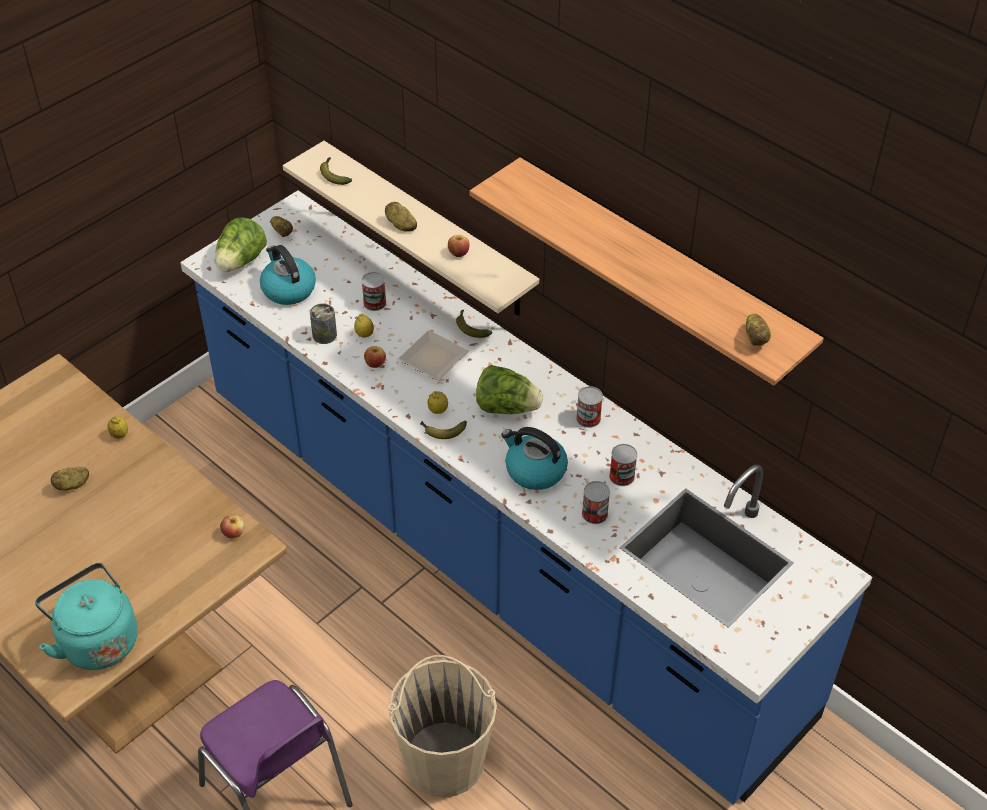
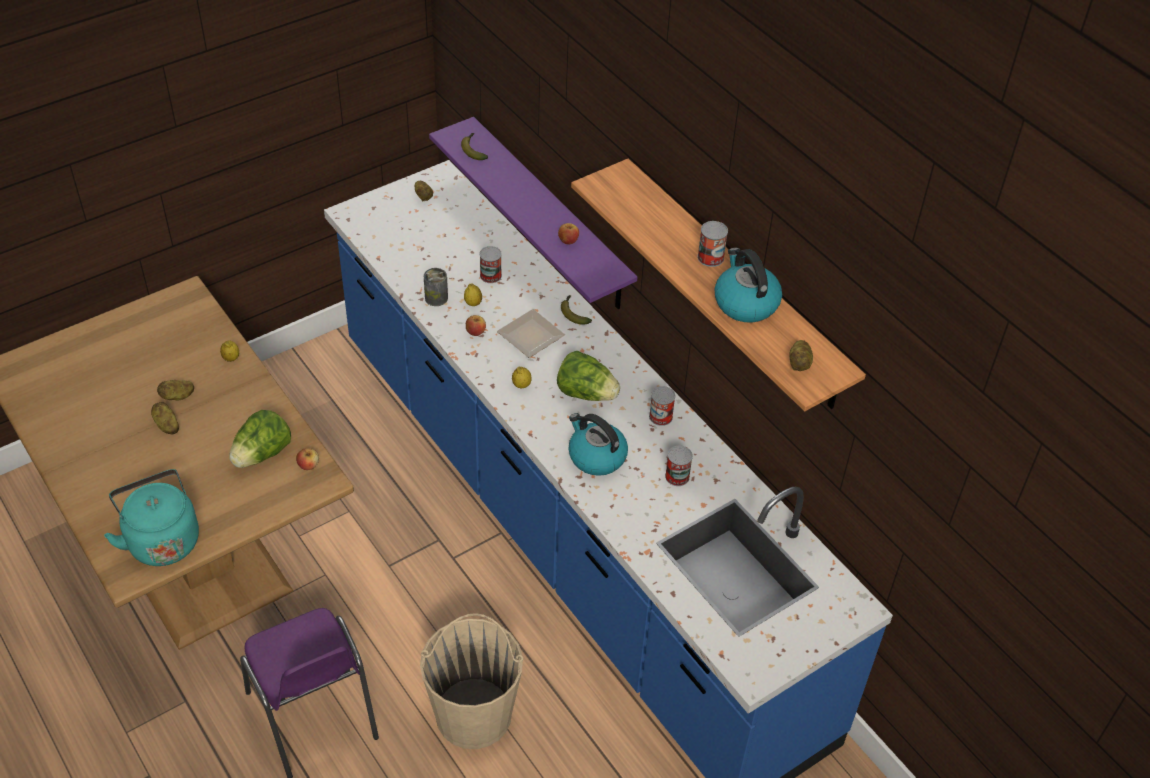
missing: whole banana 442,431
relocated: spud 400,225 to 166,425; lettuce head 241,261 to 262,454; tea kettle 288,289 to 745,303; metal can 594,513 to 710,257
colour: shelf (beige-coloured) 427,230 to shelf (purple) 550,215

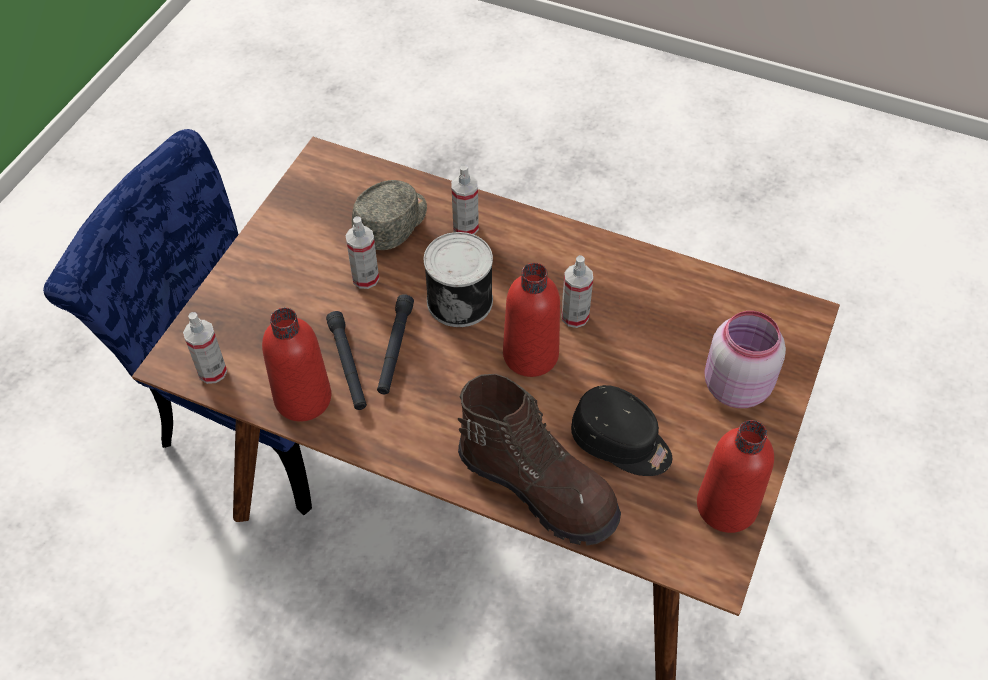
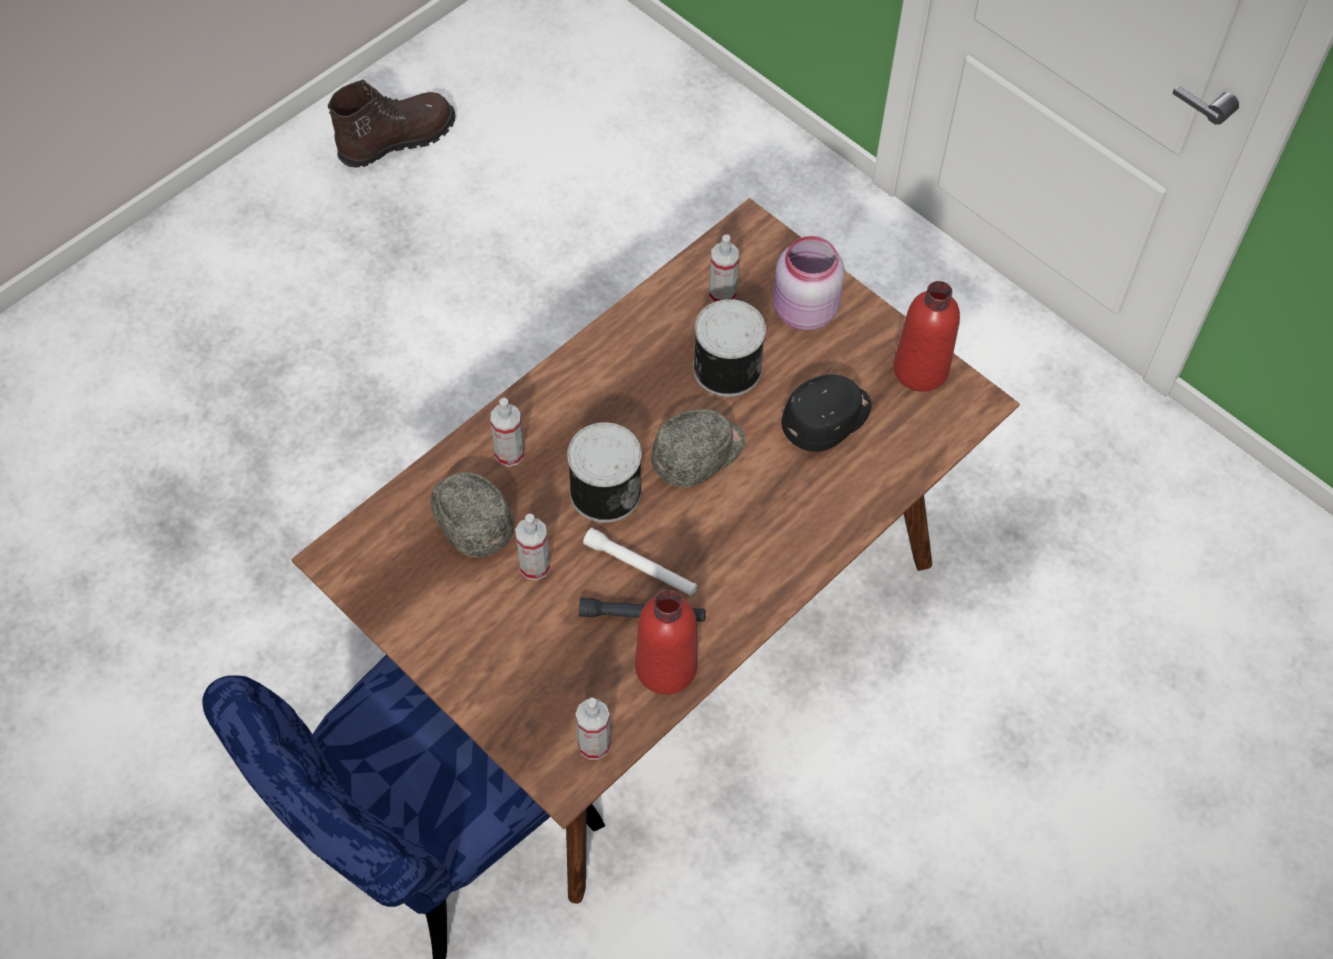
appeared: metal can 725,367
relocated: hand sprayer 575,316 to 722,294; boot (brownish) 539,487 to 396,139
exchanged: drink bottle (red-coloured) 530,355 to cap (gray) 699,454
colour: hand torch (black-coloured) 395,349 to hand torch (white-coloured) 640,567

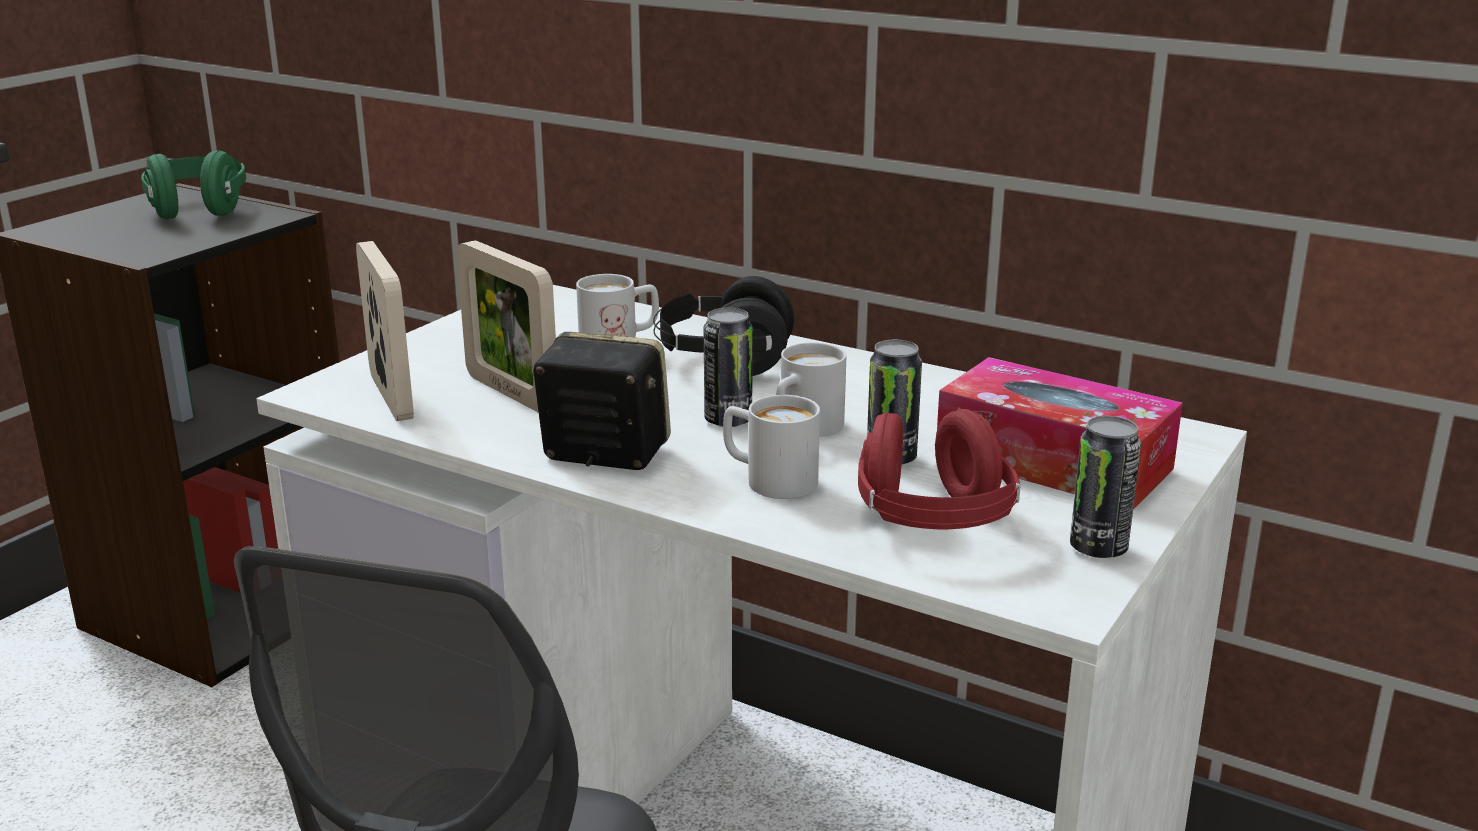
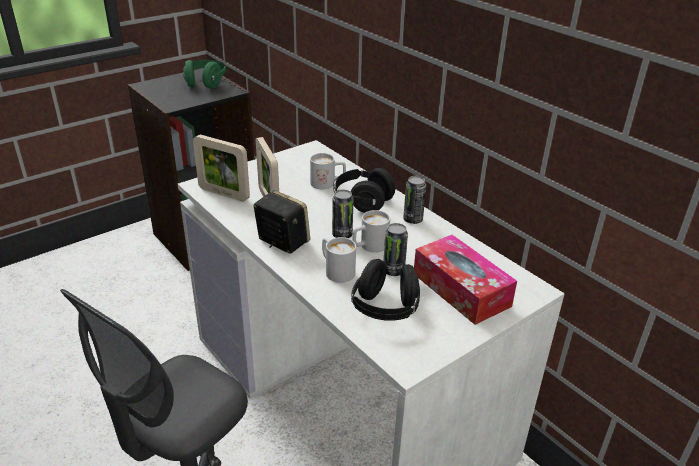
relocated: metal can 1098,548 to 413,220
colour: headset (red-coloured) 932,522 to headset (black-coloured) 385,309
spun: photo frame 391,397 = 224,194 120 degrees clockwise

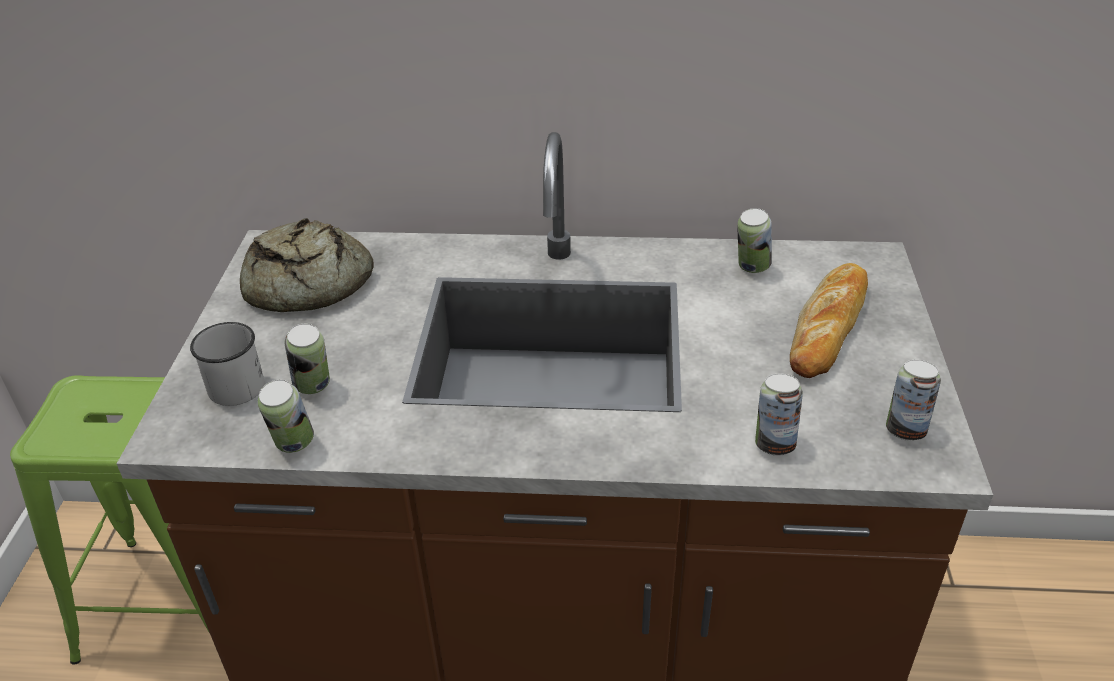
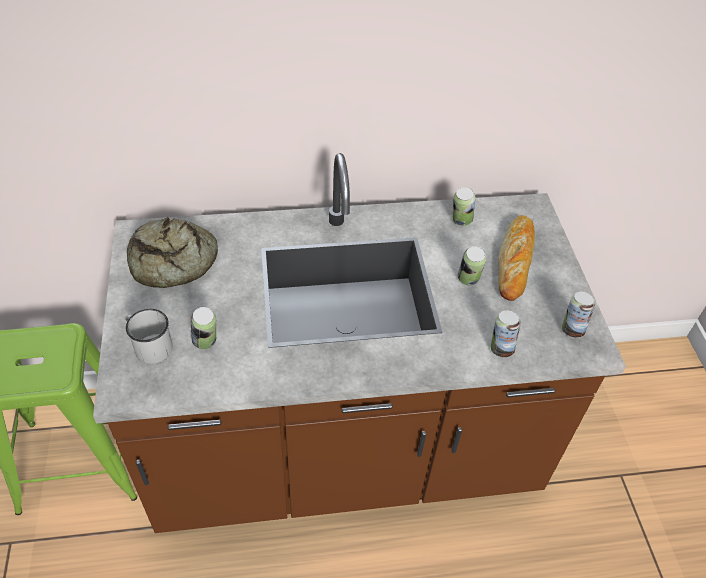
relocated: metal can 293,444 to 468,280

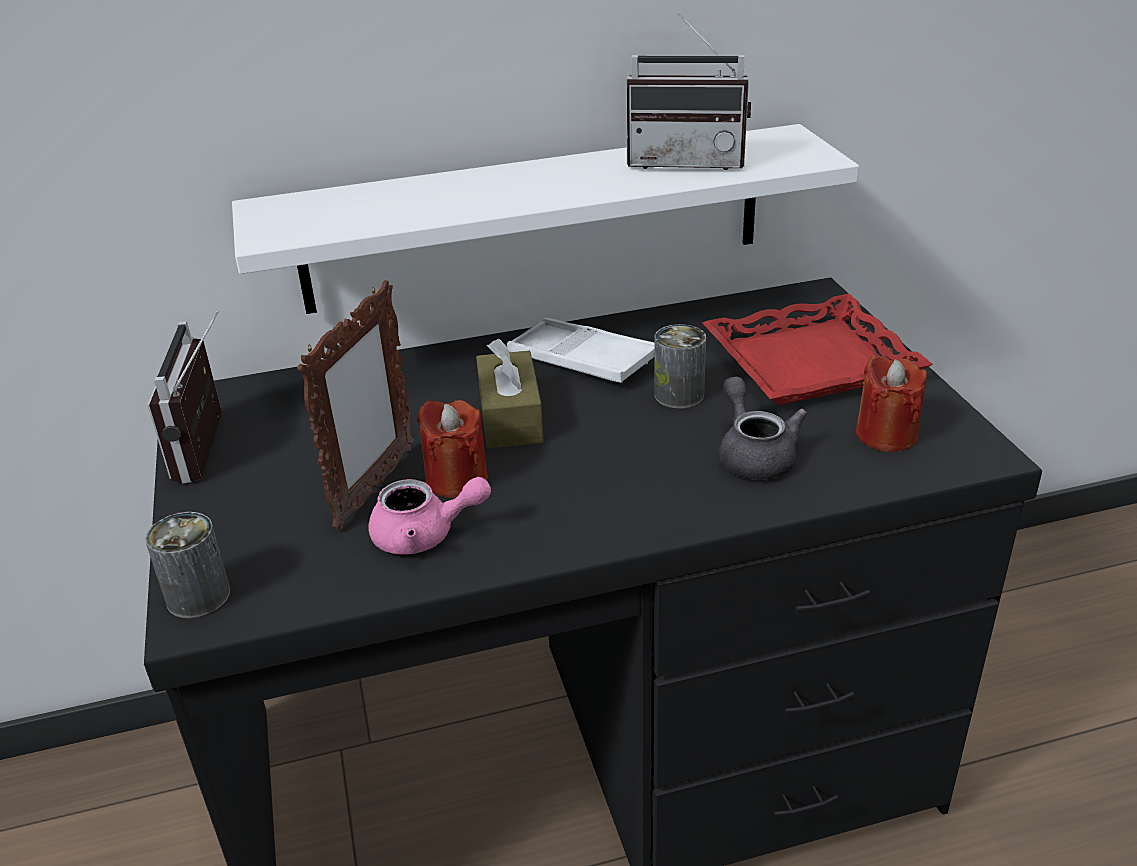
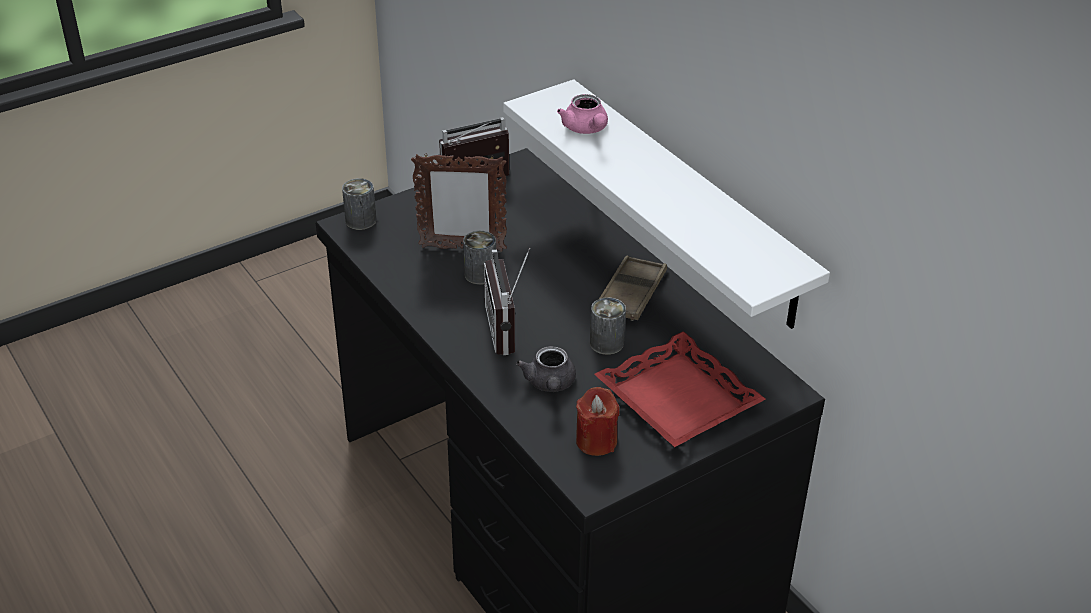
missing: tissue holder (brownish) 510,417
relocated: radio receiver 687,161 to 510,330; pot for tea (pinkish) 425,535 to 586,129
exchanged: candle (red-coloured) 456,479 to metal can 480,274
colour: serving tray (white-coloured) 581,360 to serving tray (brownish) 631,294
spun: pot for tea (gray) 754,454 = 550,384 120 degrees clockwise

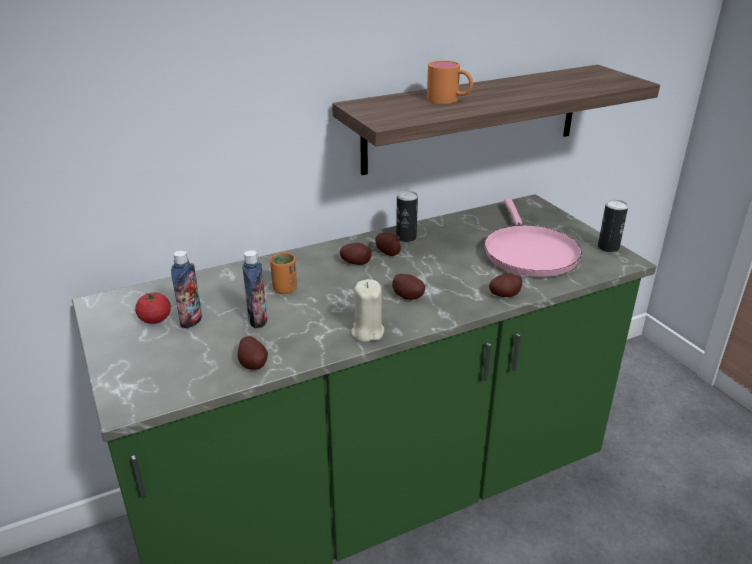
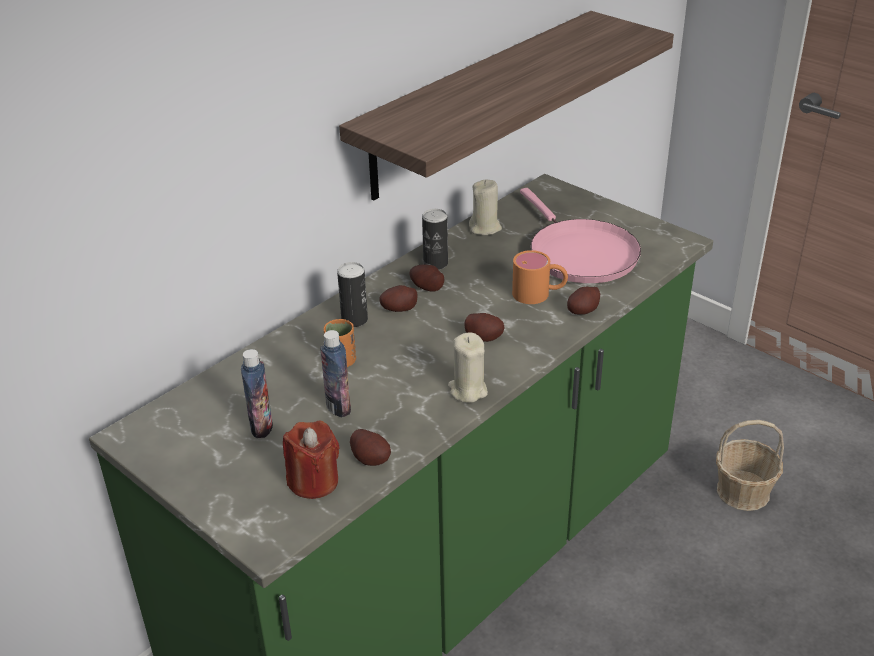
missing: whole tomato 155,319
appeared: candle (beige-coloured) 485,228; candle (red-coloured) 313,481; basket 743,492
relocated: mug (orange-coloured) 449,100 to 539,294; metal can 608,247 to 354,320

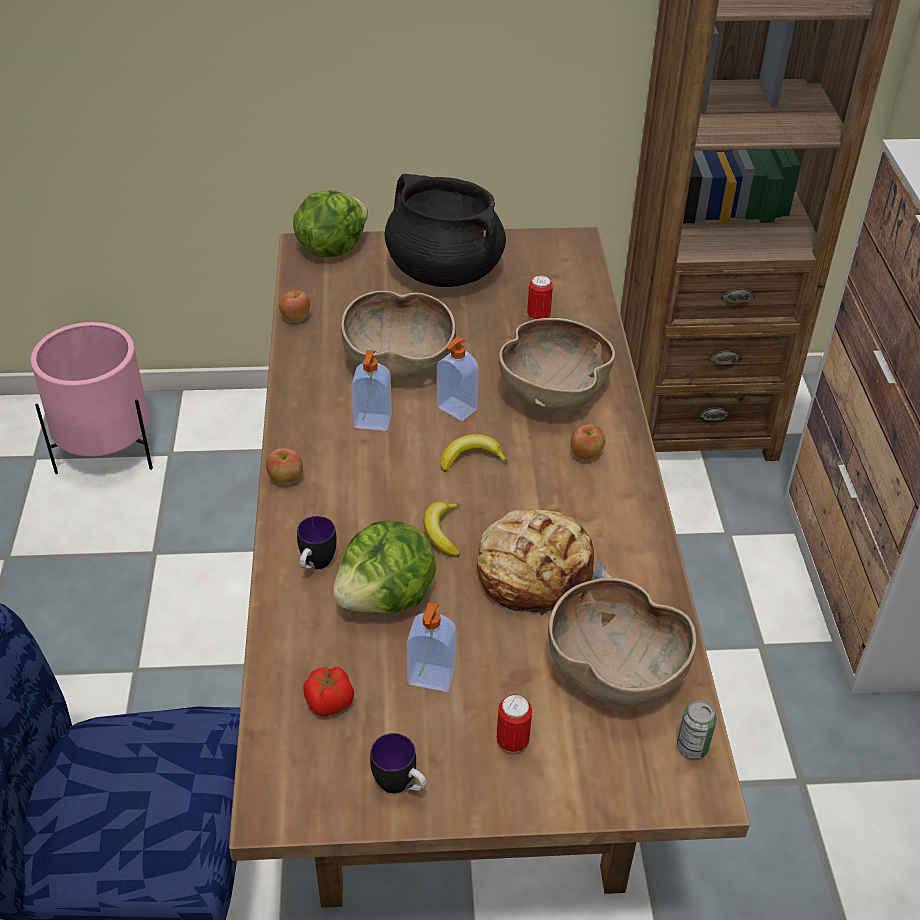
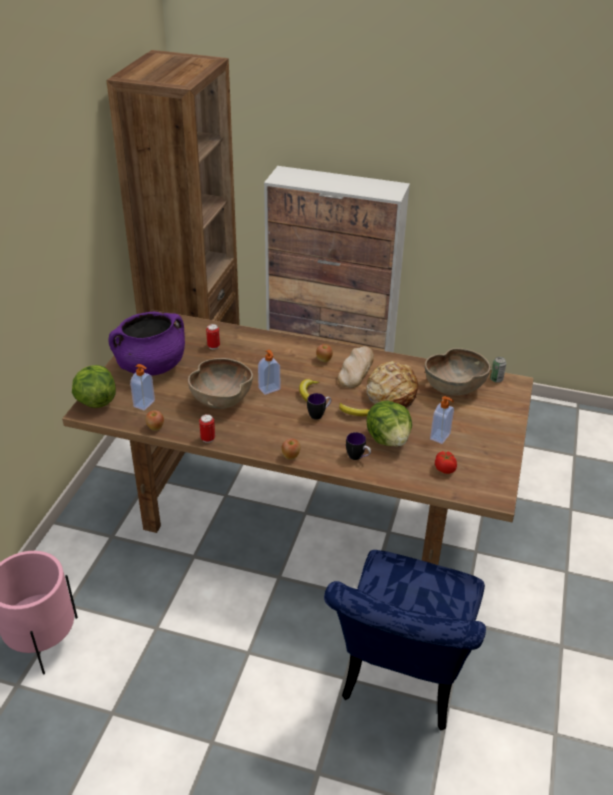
missing: deep dish (brownish) 552,393
appeared: bakery bread 356,369
relocated: liquid soap bottle 372,423 to 145,404; metal can 512,742 to 208,439; mug 400,786 to 319,414
colour: saucepot (black-coloured) 443,271 to saucepot (purple) 151,366

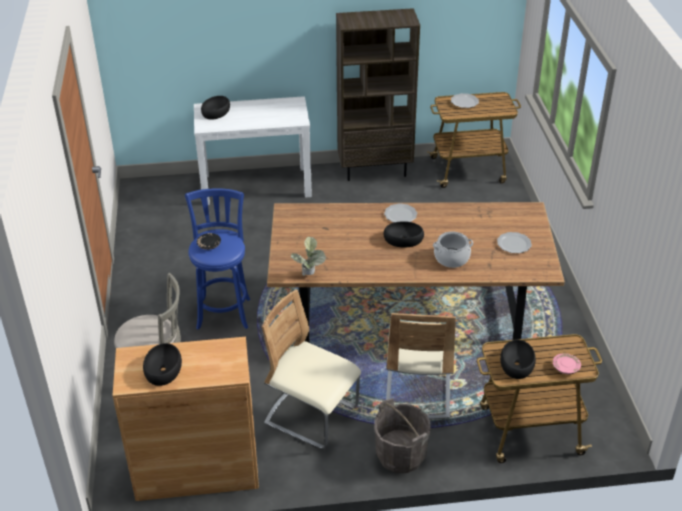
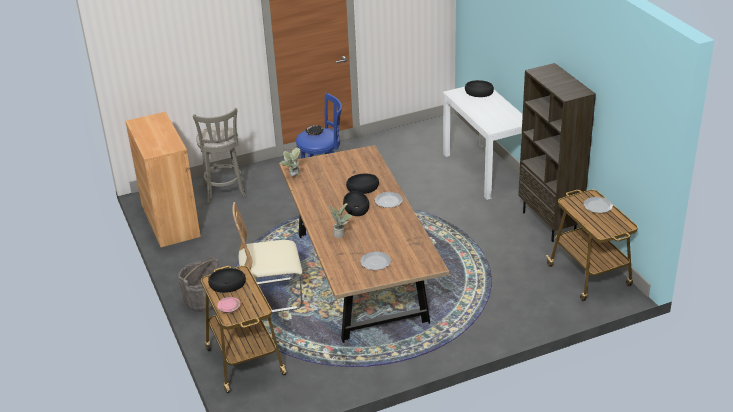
missing: upright chair (beige-coloured) 311,416
relocated: deep dish (black-coloured) 162,369 to 363,187
exchanged: saucepot 451,258 to plant in a pot 341,234

